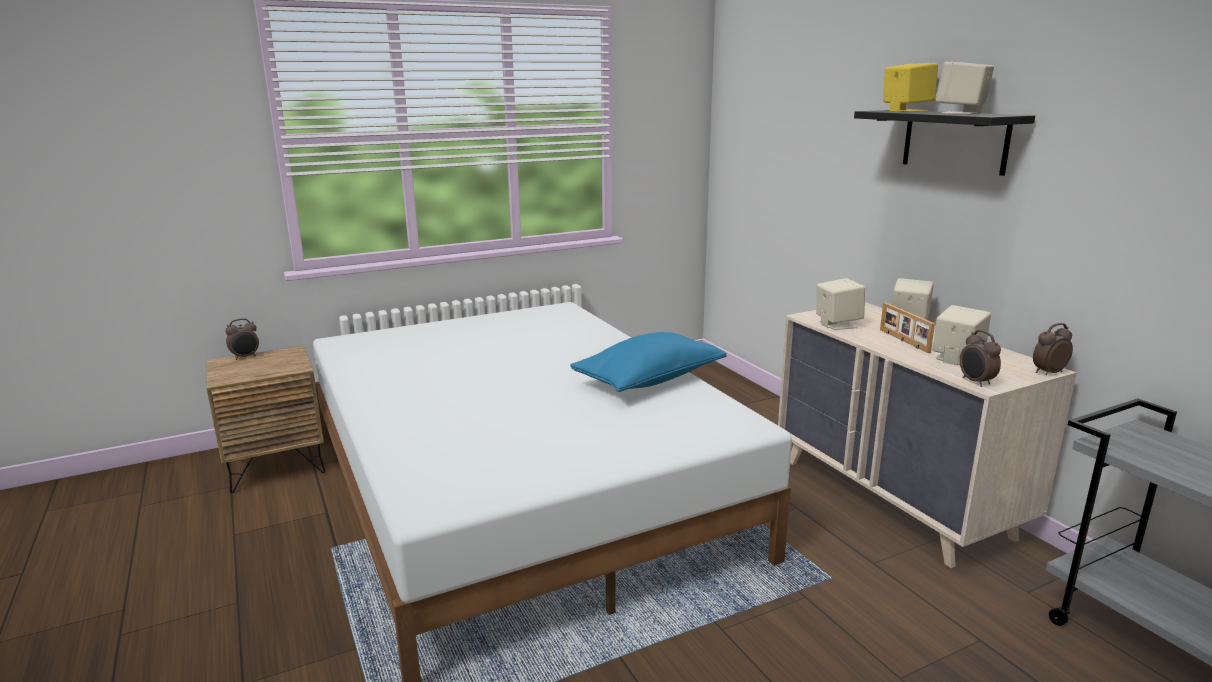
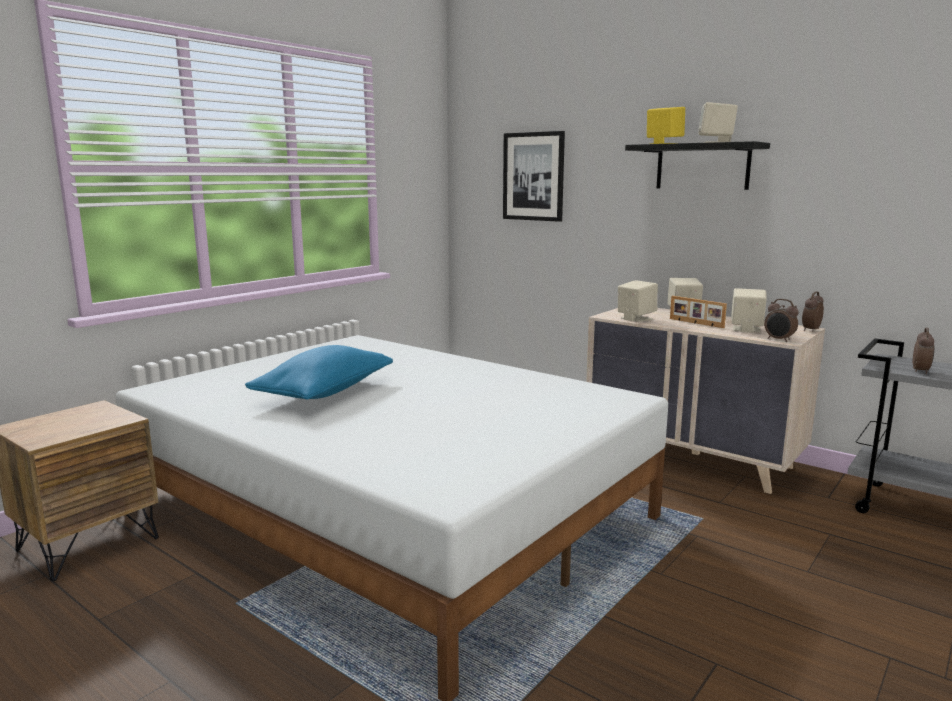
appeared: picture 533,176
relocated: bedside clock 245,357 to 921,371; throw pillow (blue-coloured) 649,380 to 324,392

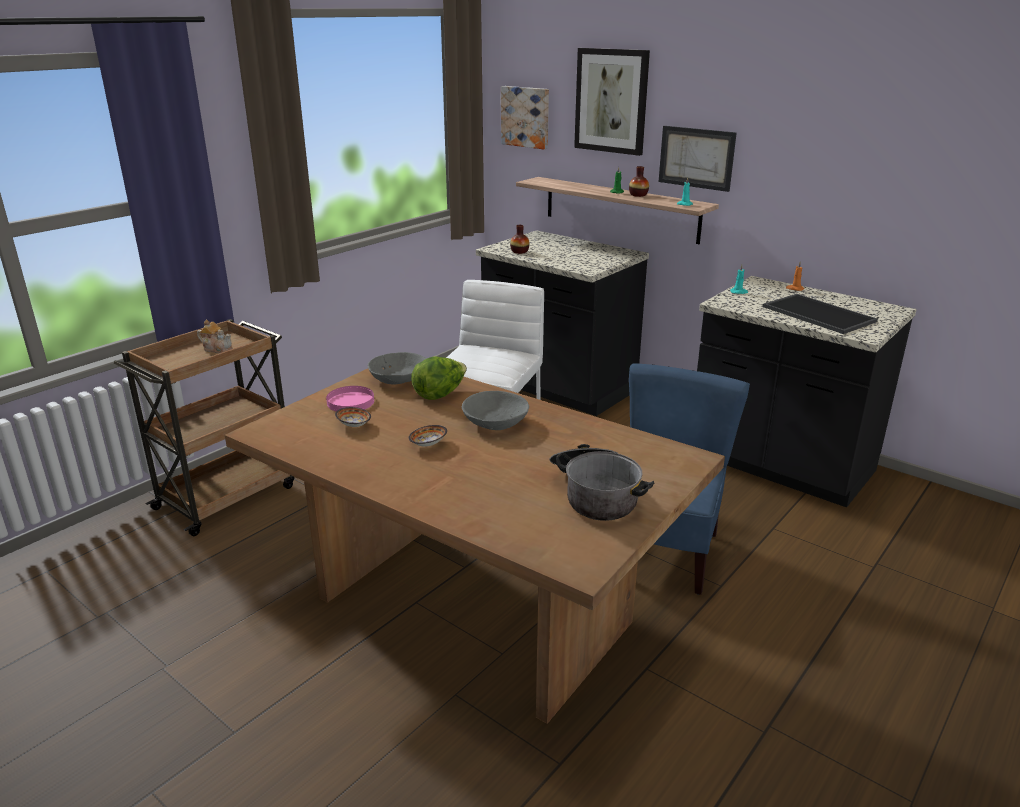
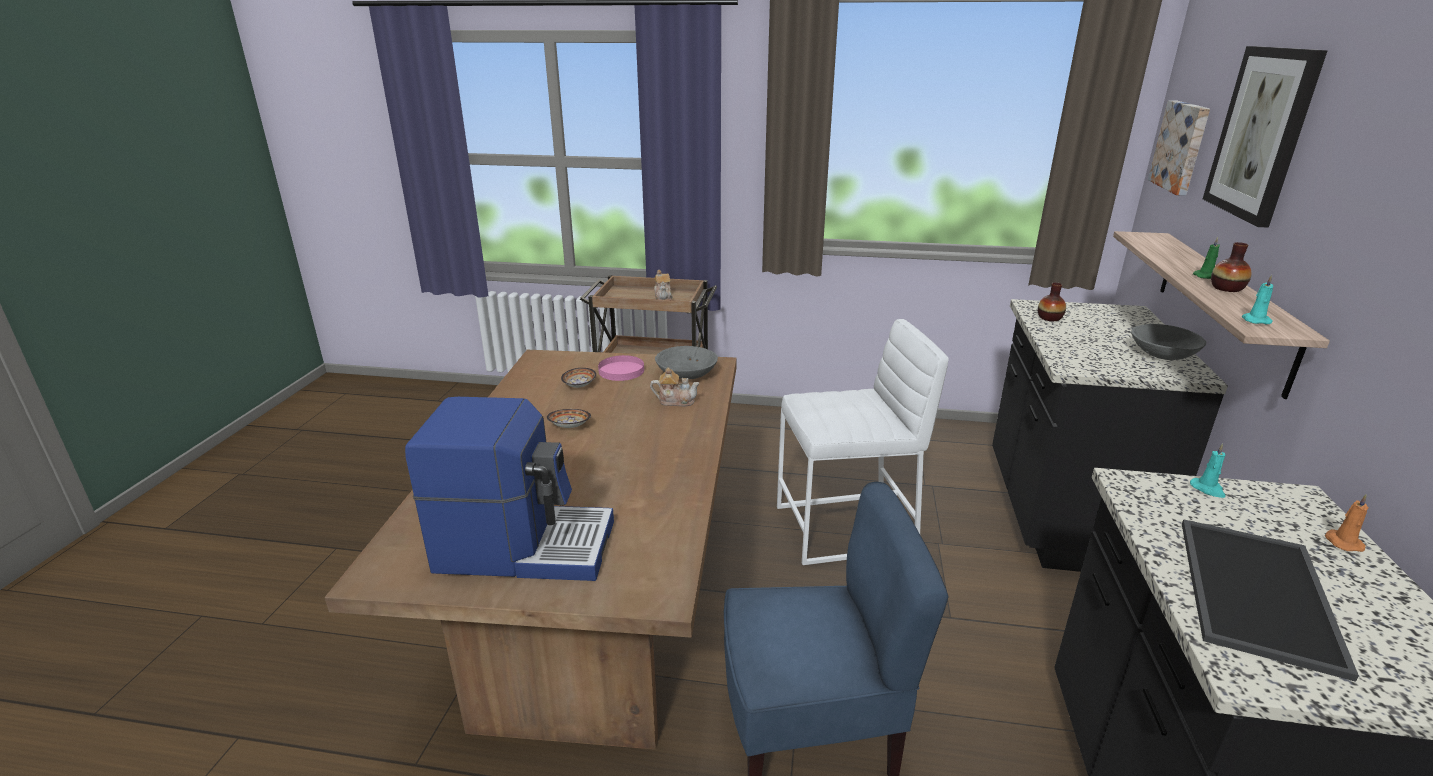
missing: picture 696,158
relocated: deep dish (gray) 494,422 to 1162,353
exchanged: lettuce head 440,394 to pot for tea 675,401; saucepot 595,495 to coffee machine 525,545

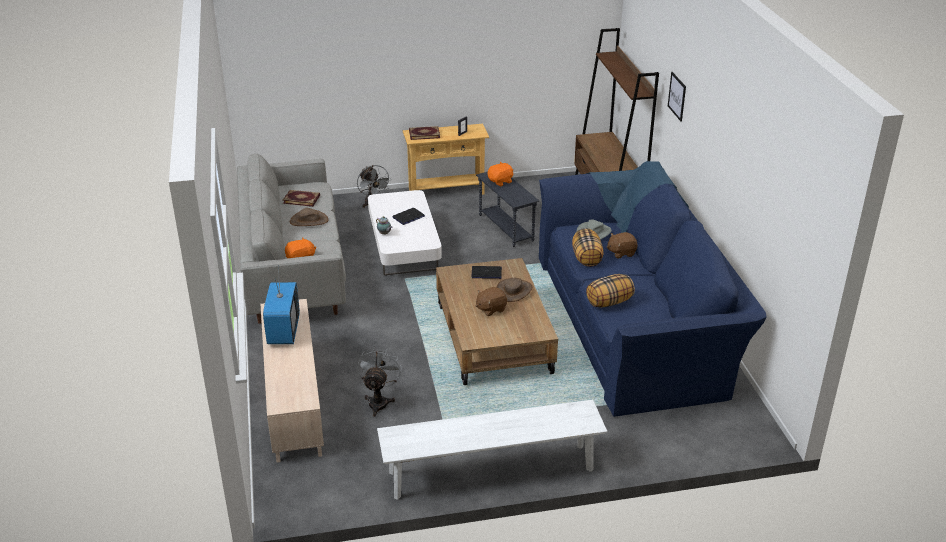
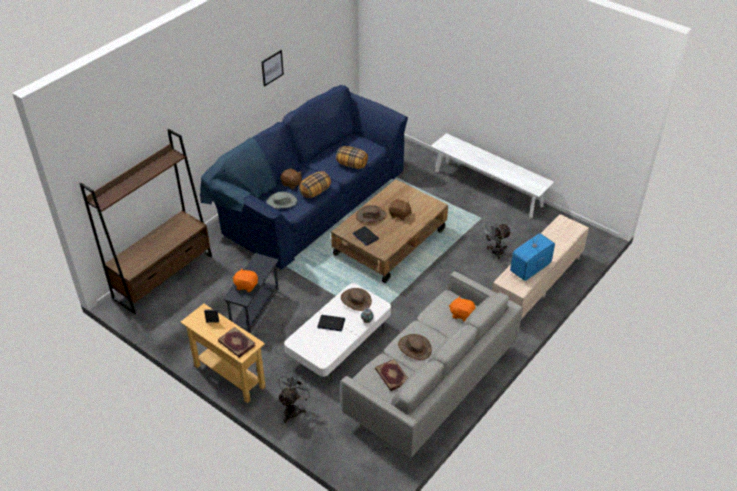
appeared: hat (brownish) 356,300
relocated: picture 677,96 to 272,68

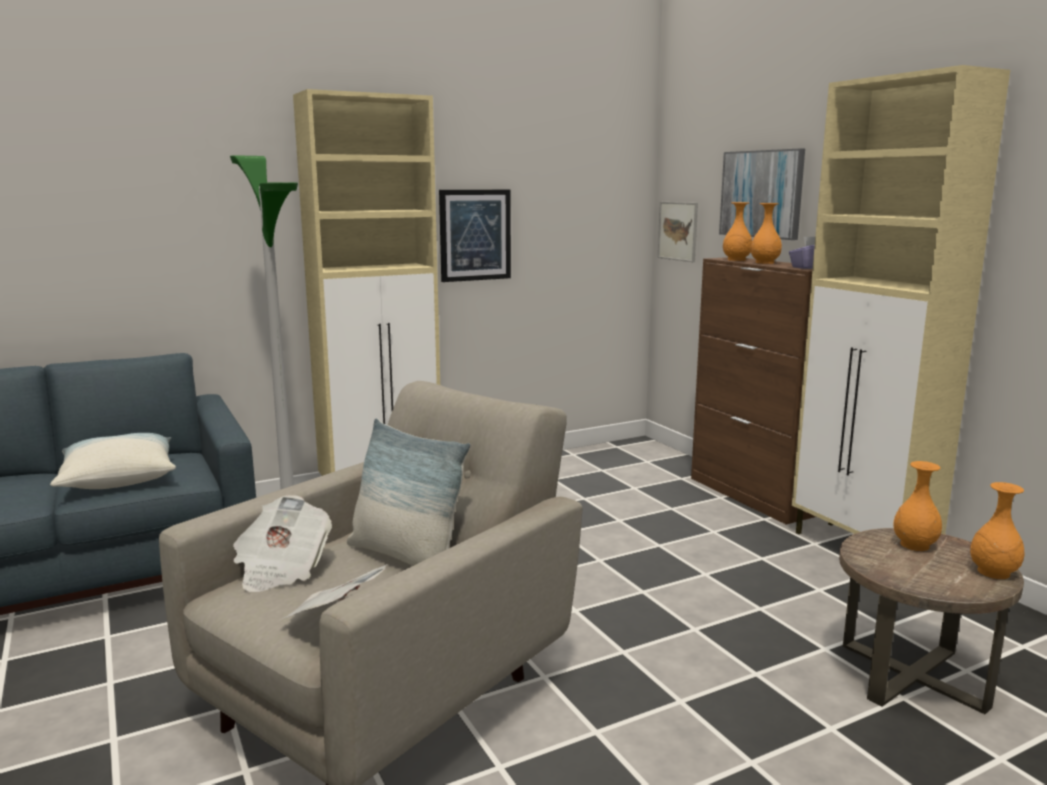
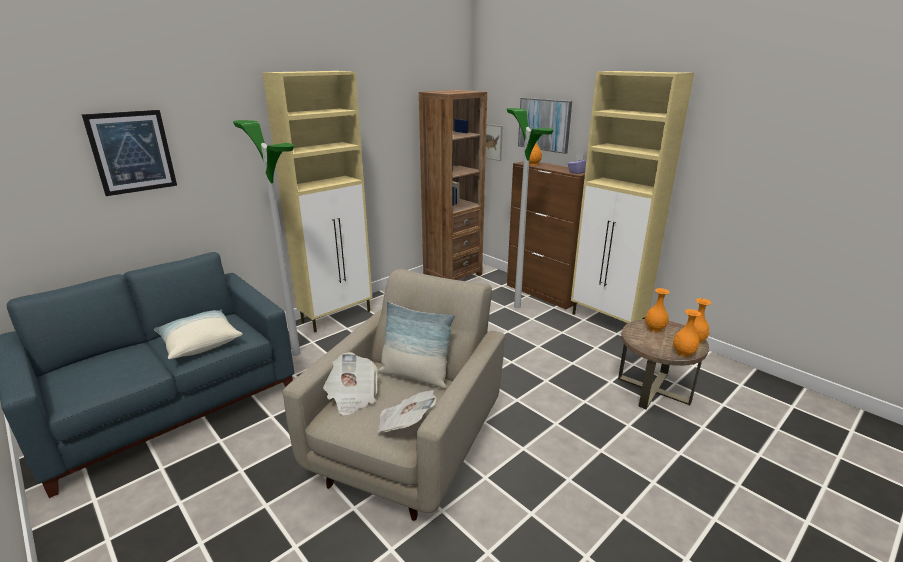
appeared: bookshelf (brownish) 452,275; standard lamp 517,307
relocated: picture 475,235 to 132,152; decorative vase (orange-coloured) 765,262 to 683,352

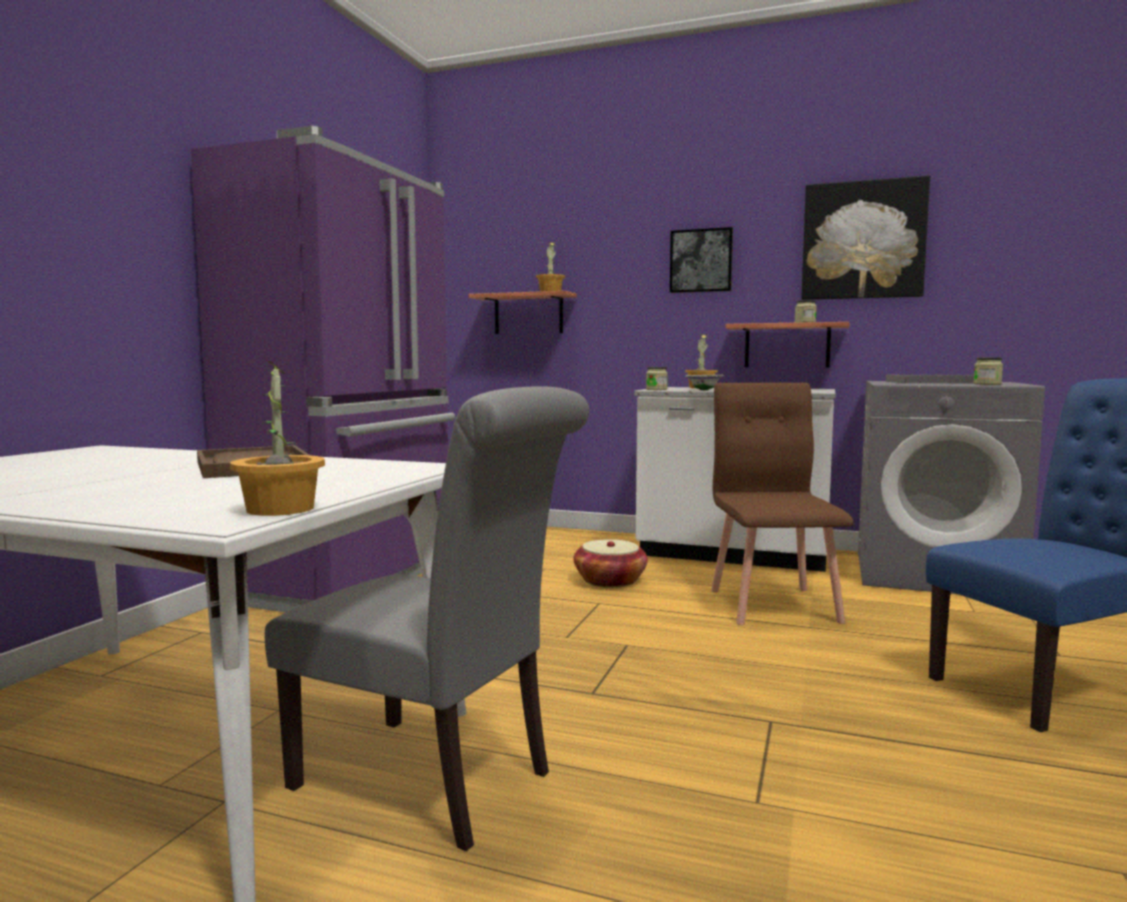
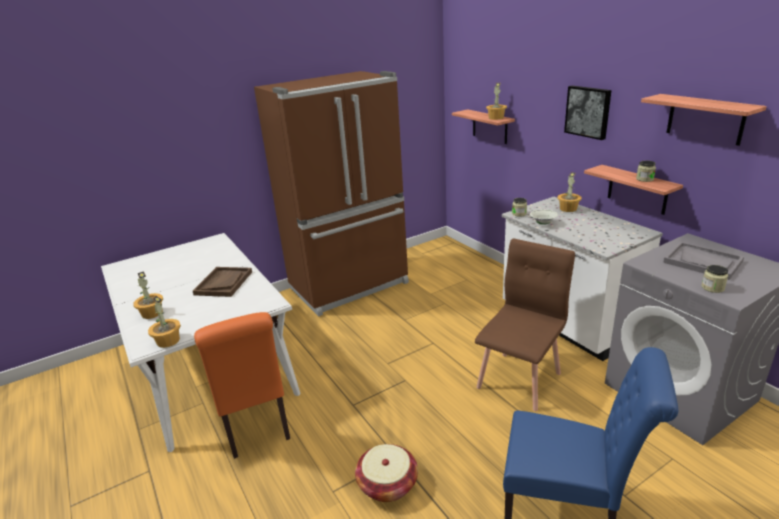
appeared: plant in a pot 152,313
relocated: basket 610,581 to 387,484
exchanged: picture 863,240 to shelf 705,119
colour: refrigerator (purple) 352,581 to refrigerator (brownish) 351,286; upright chair (gray) 435,782 to upright chair (orange-coloured) 256,425

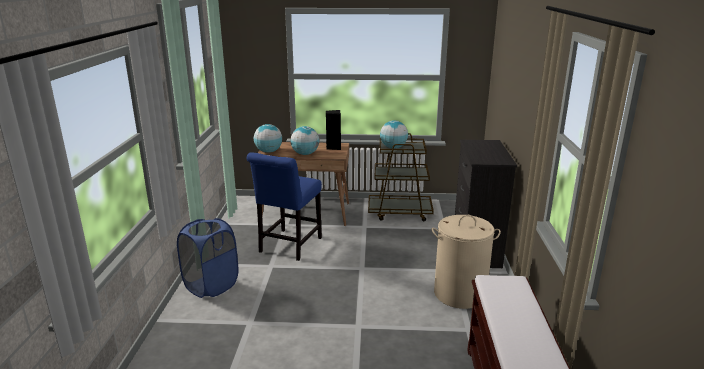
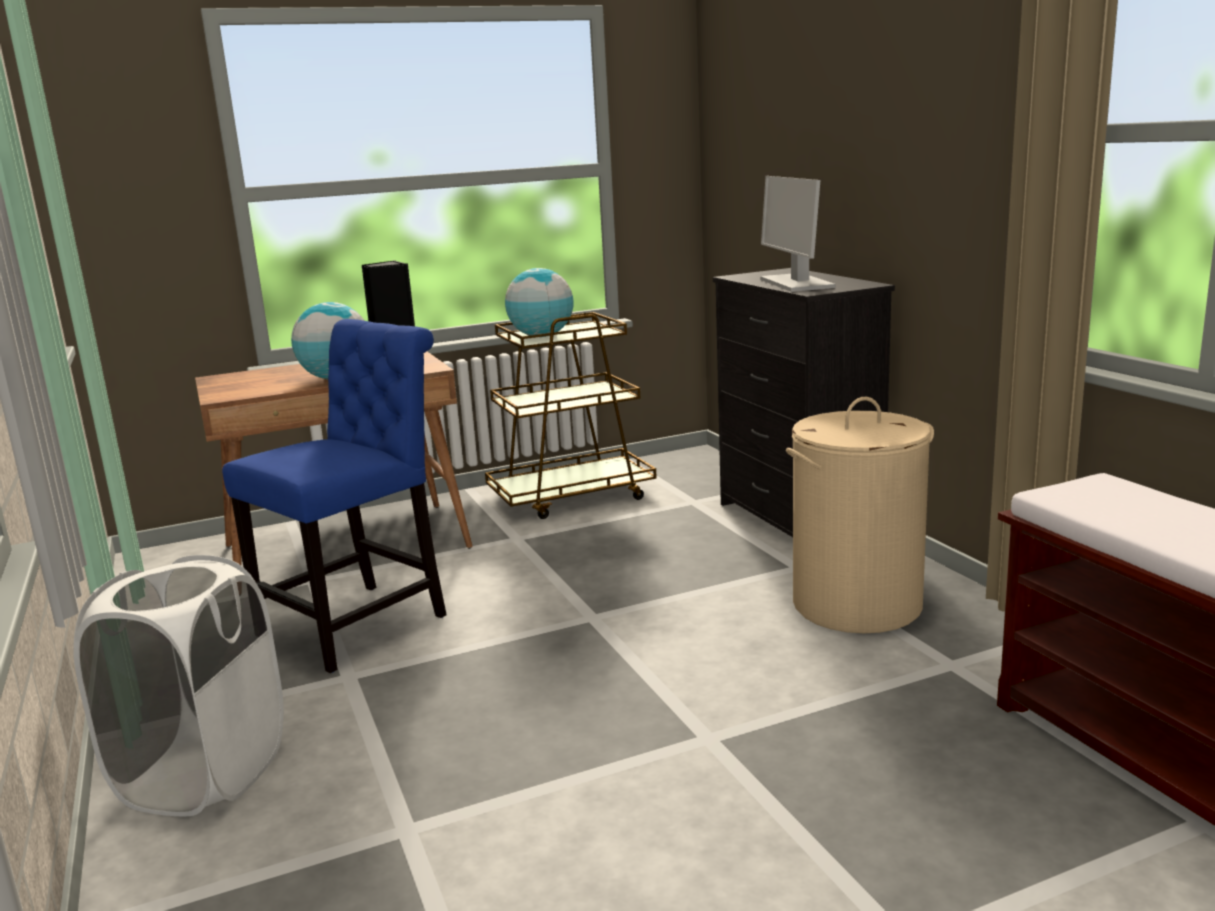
missing: desk globe 268,151
appeared: computer screen 795,283
colour: laundry basket (blue-coloured) 211,285 to laundry basket (white-coloured) 203,774
spun: upright chair (blue-coloured) 288,246 = 361,623 135 degrees counterclockwise

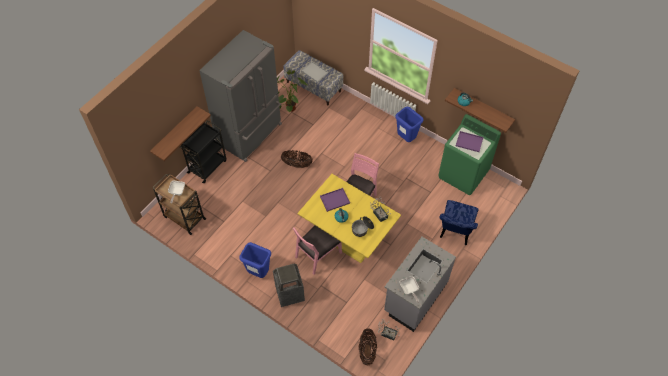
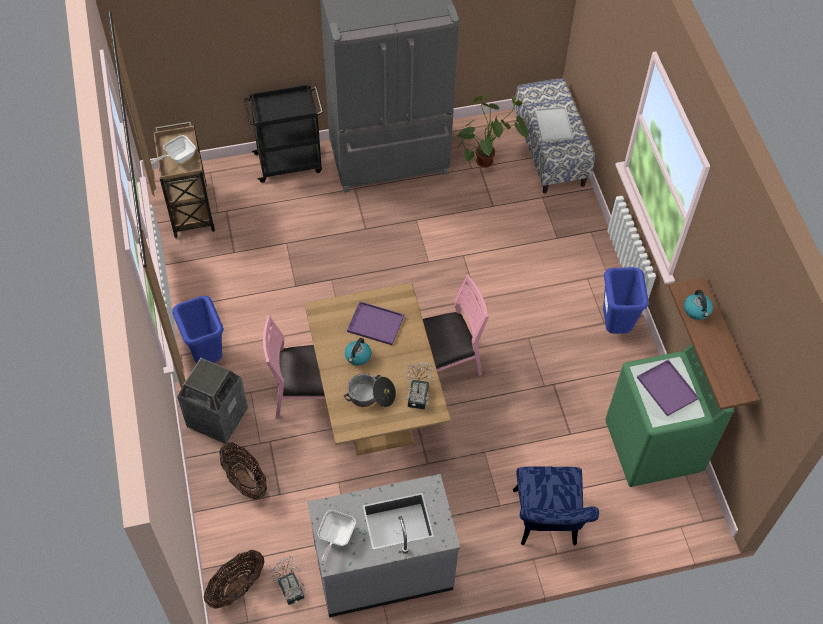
missing: shelf 175,132
relocated: basket 297,164 to 245,480
colour: dining table (yellow) 348,238 to dining table (brownish) 376,405
spun: upright chair (blue-coloured) 455,232 = 546,524 60 degrees counterclockwise

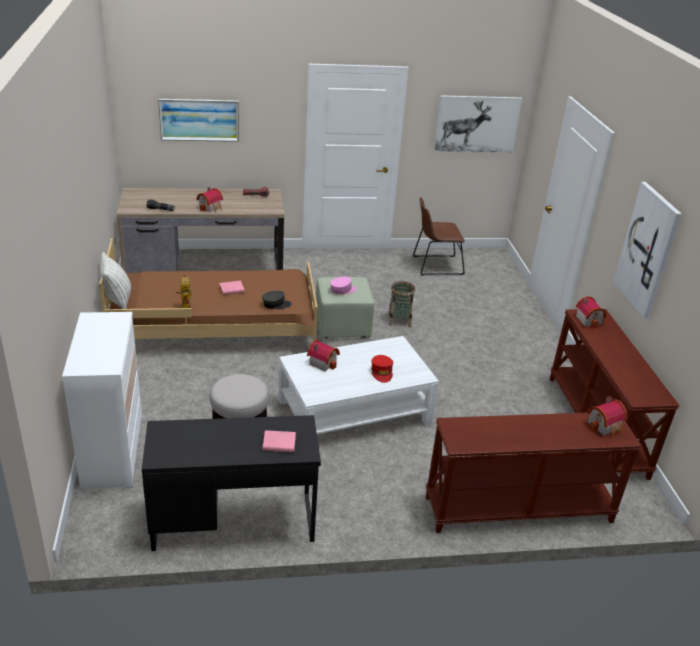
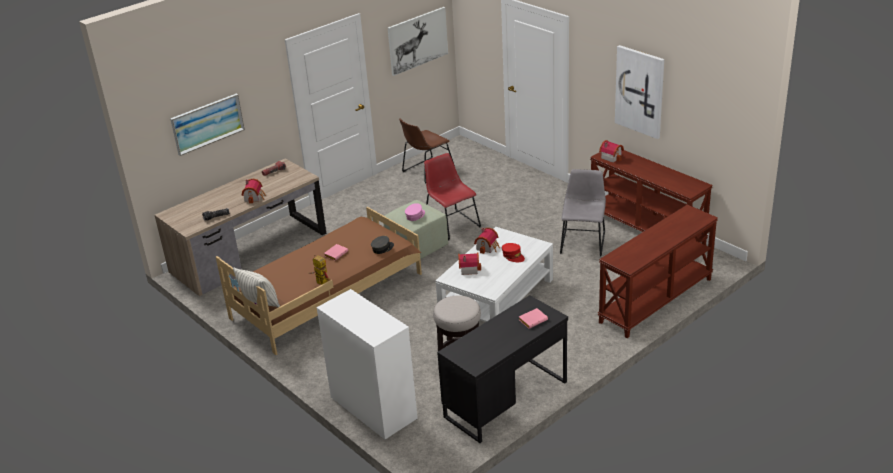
appeared: upright chair (gray) 583,241
relocated: miniature house 605,426 to 488,247
exchanged: basket 399,320 to upright chair (red-coloured) 451,223

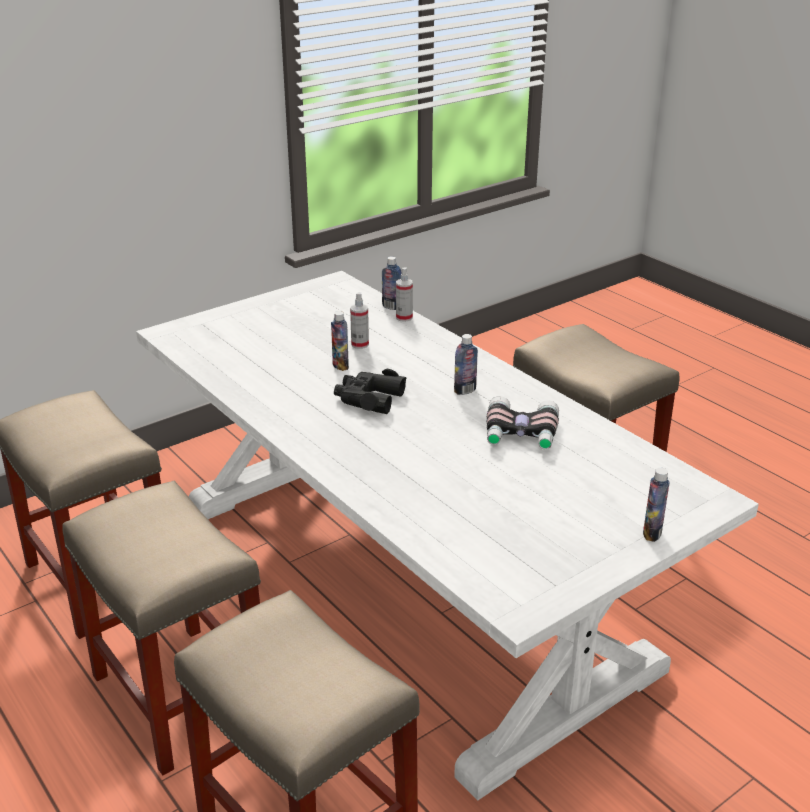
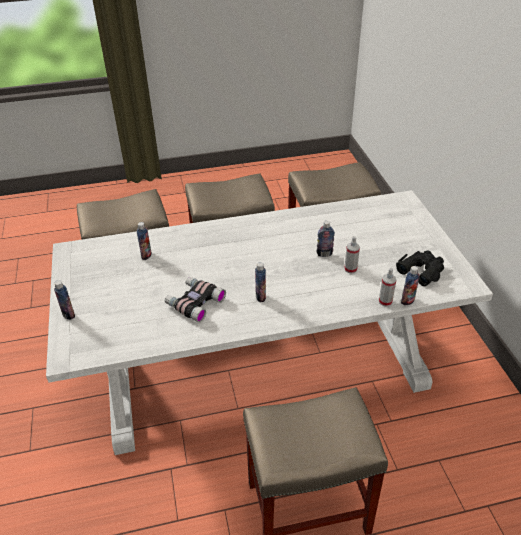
appeared: drink bottle 146,255
relocated: pair of binoculars (black-coloured) 368,398 to 421,270

